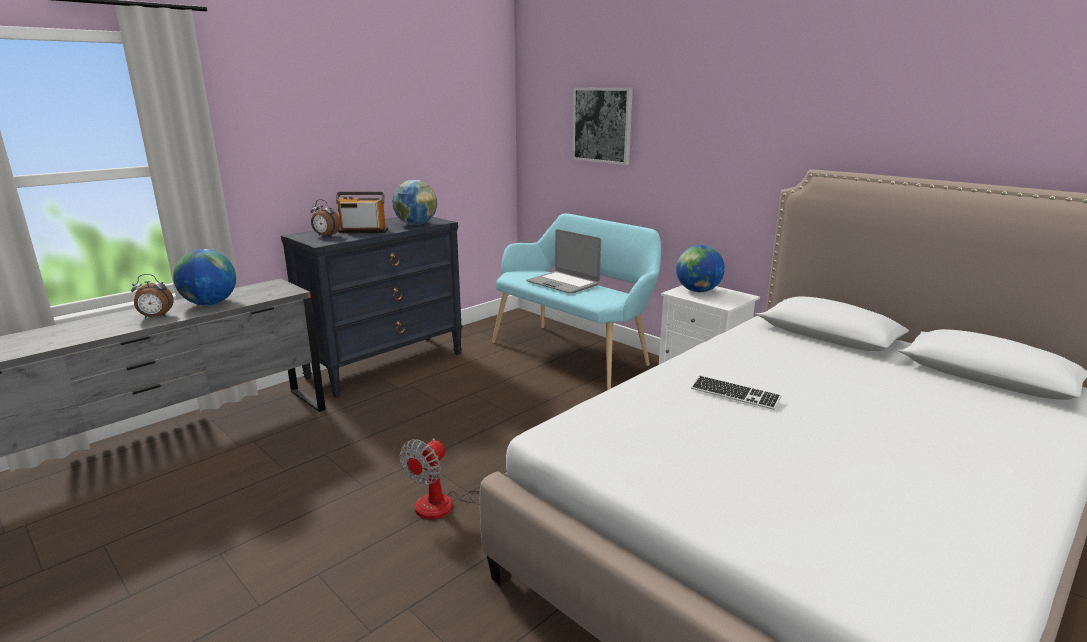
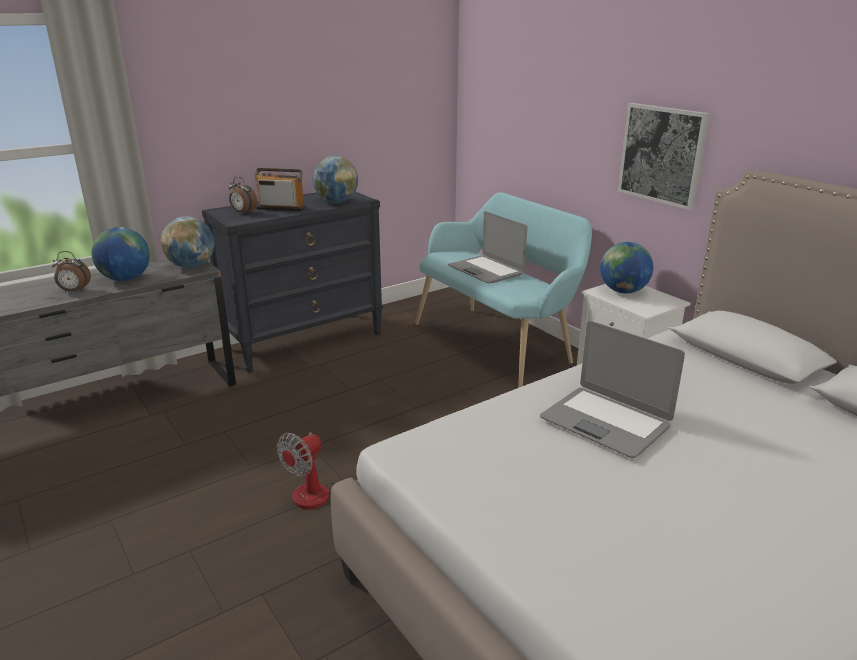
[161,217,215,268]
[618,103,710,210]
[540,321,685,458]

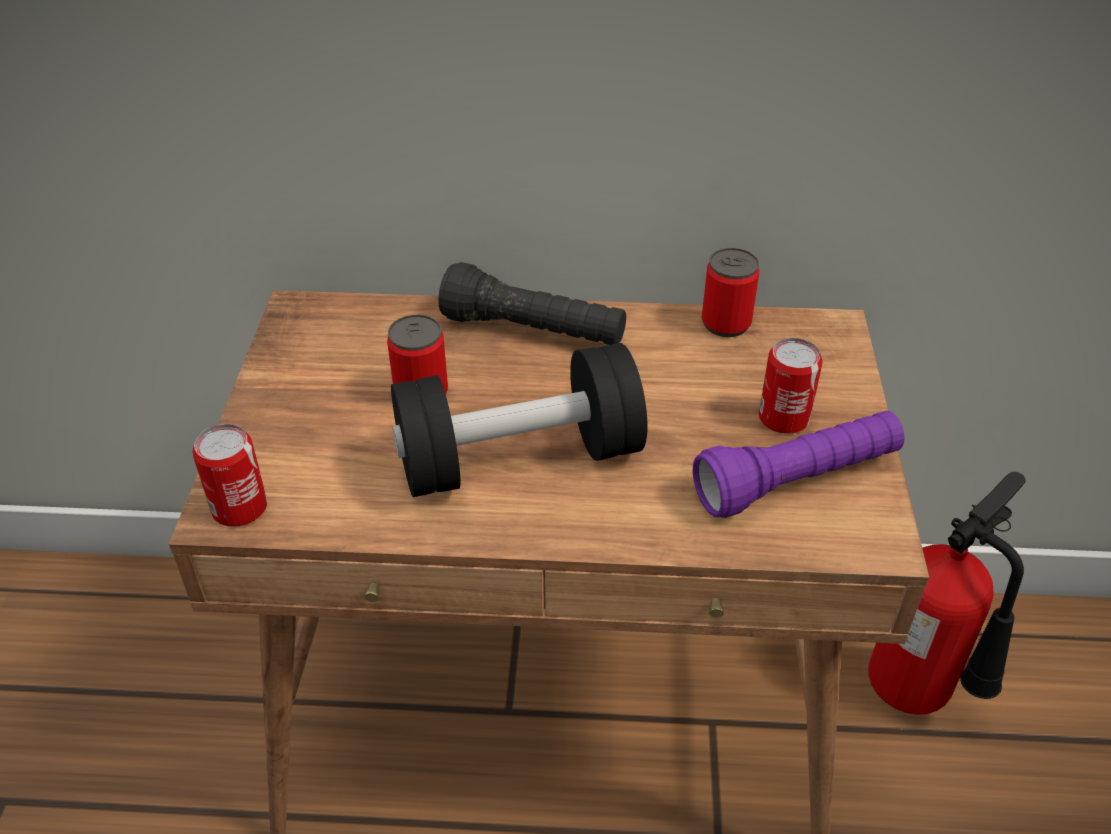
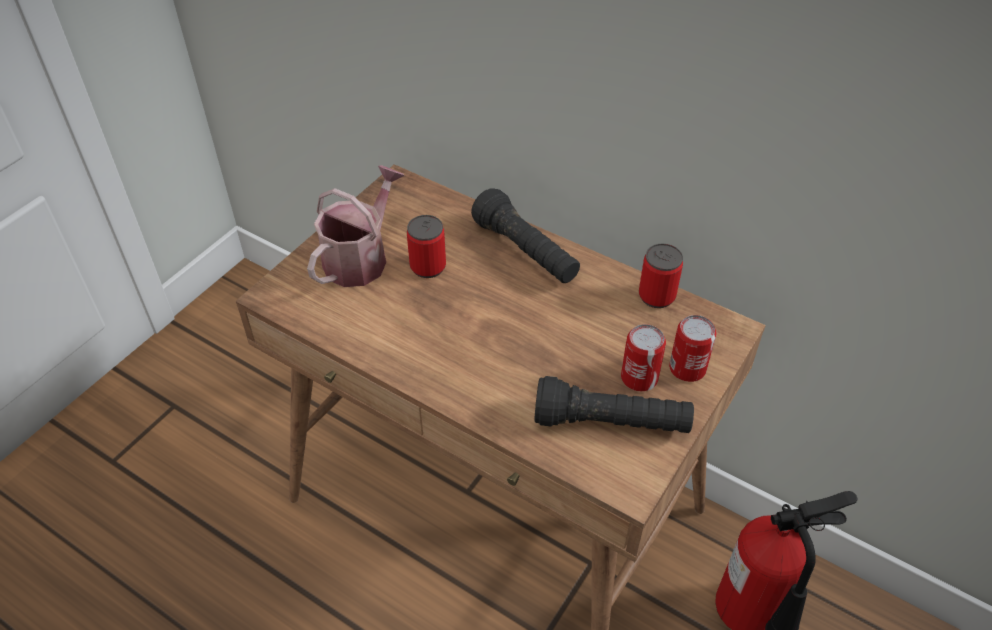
[391,343,647,497] (first image)
[307,165,405,287]
[669,315,716,382]
[535,376,694,433]

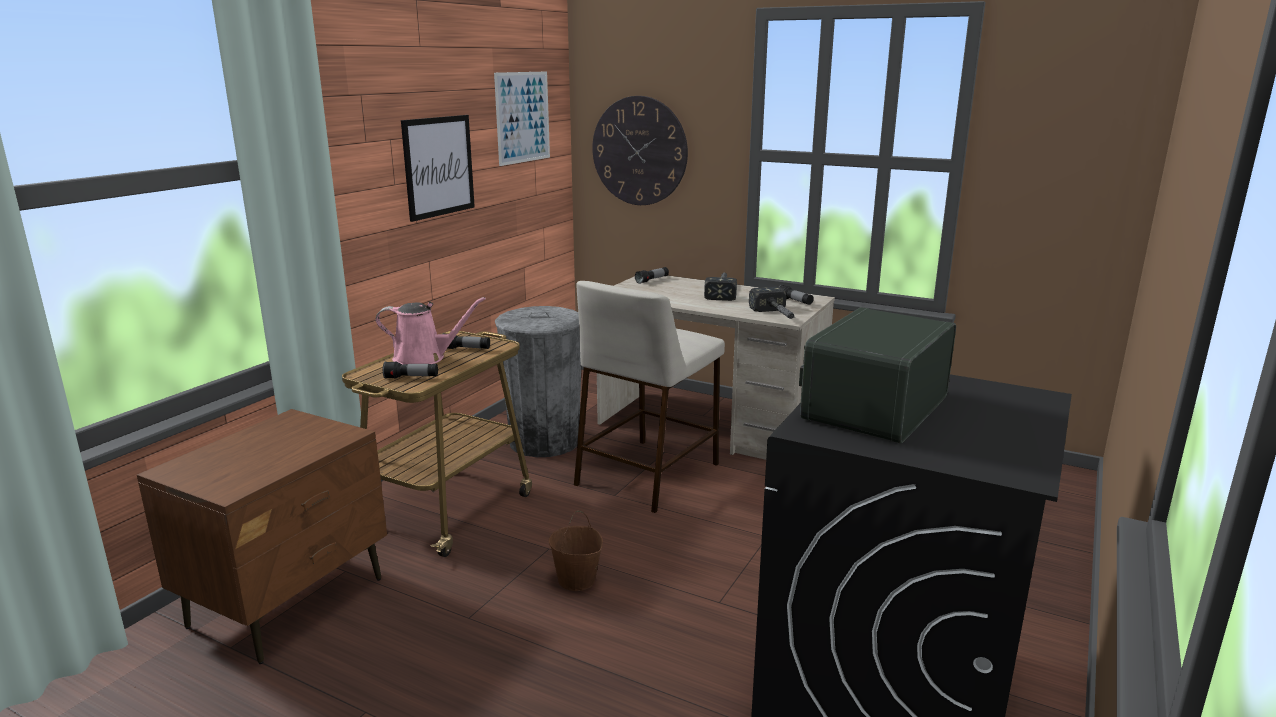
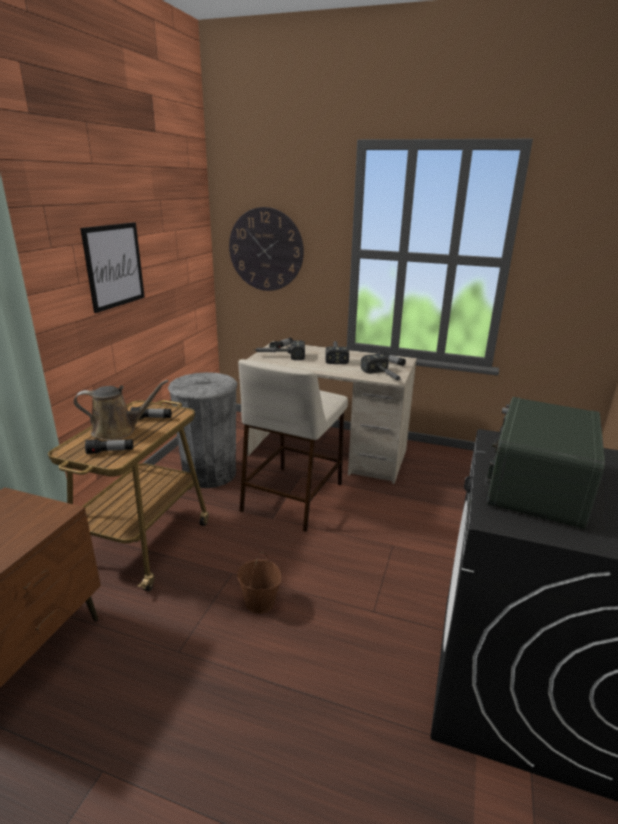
[494,72,550,166] (first image)
[253,341,305,360]
[74,380,169,441]

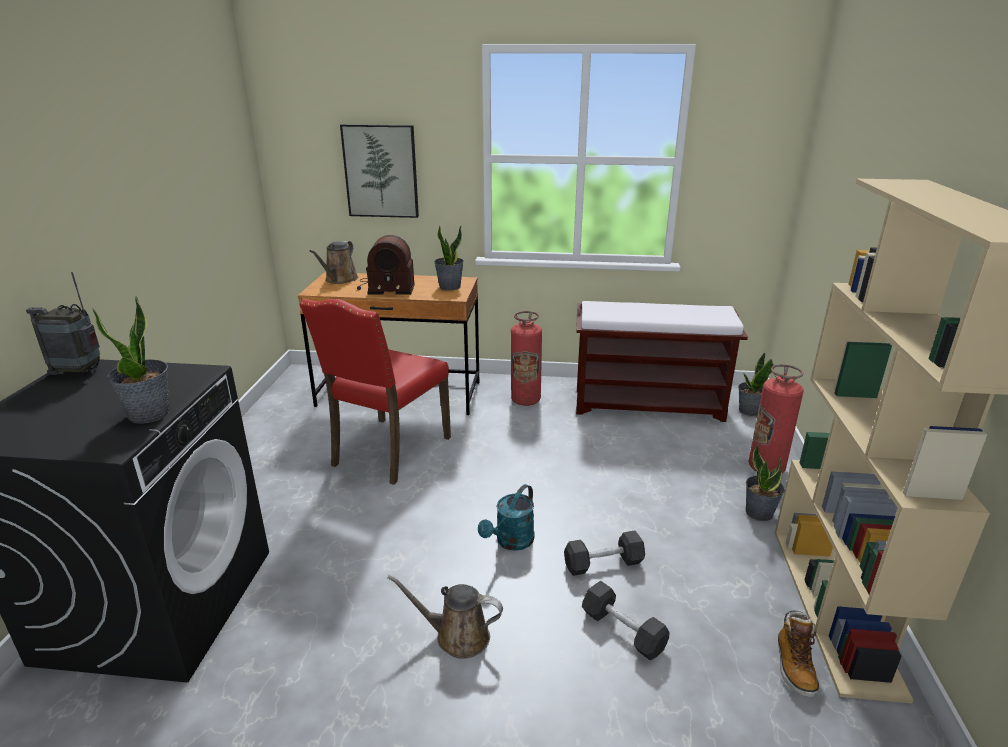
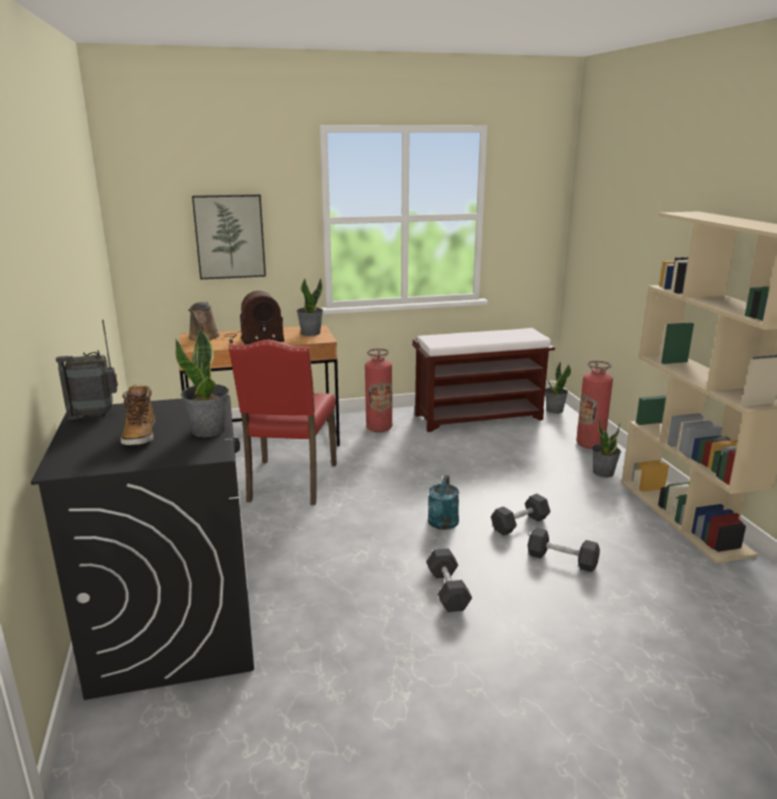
[121,384,155,446]
[426,548,472,612]

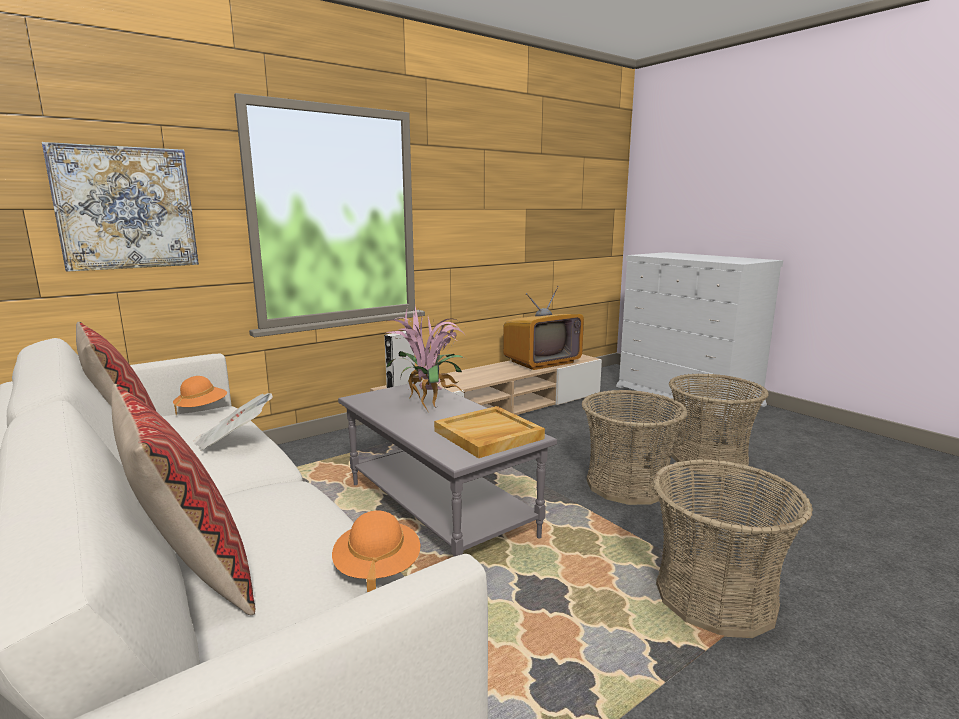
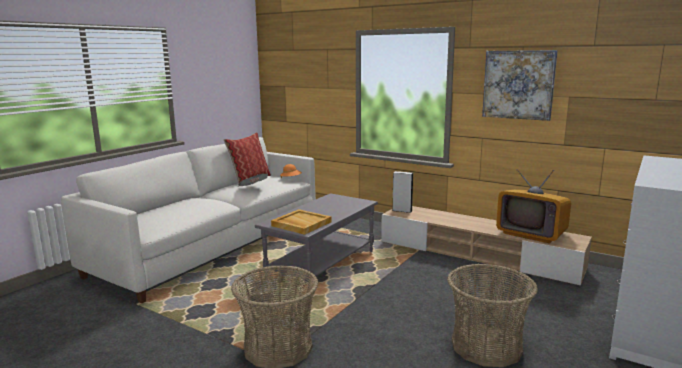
[111,384,255,615] (first image)
[332,510,420,592] (first image)
[385,306,466,413] (first image)
[582,390,688,505] (first image)
[482,50,558,121]

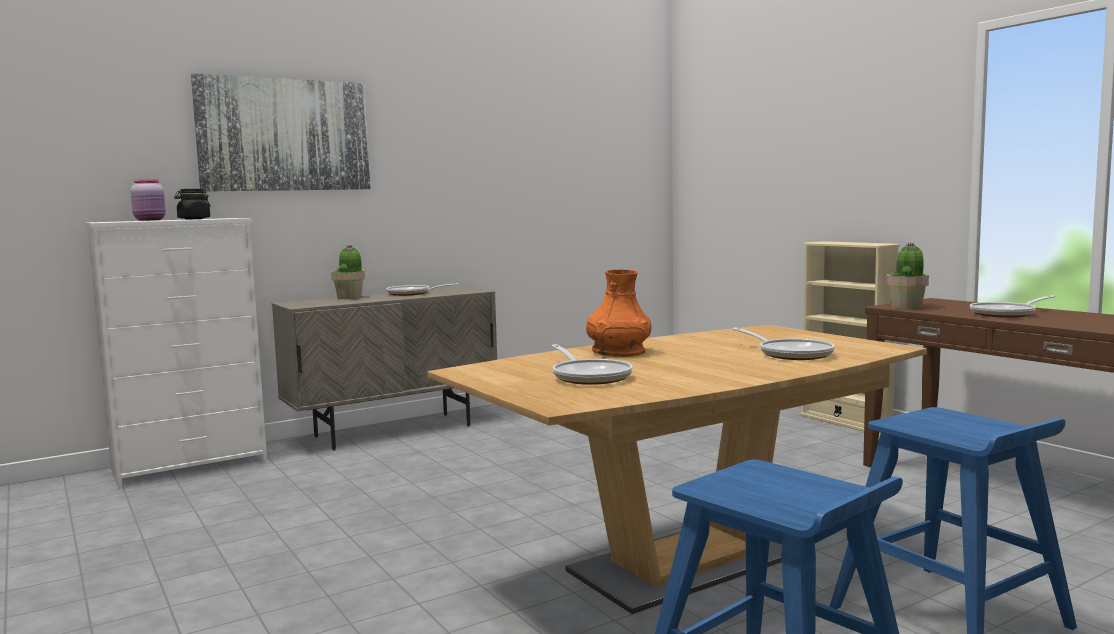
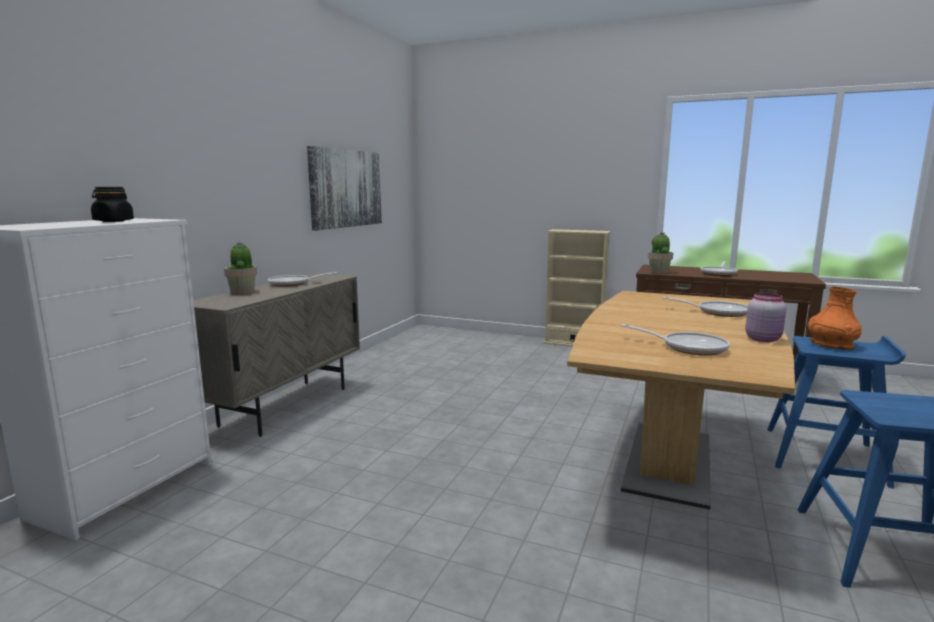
[745,293,786,342]
[307,146,382,231]
[807,286,862,350]

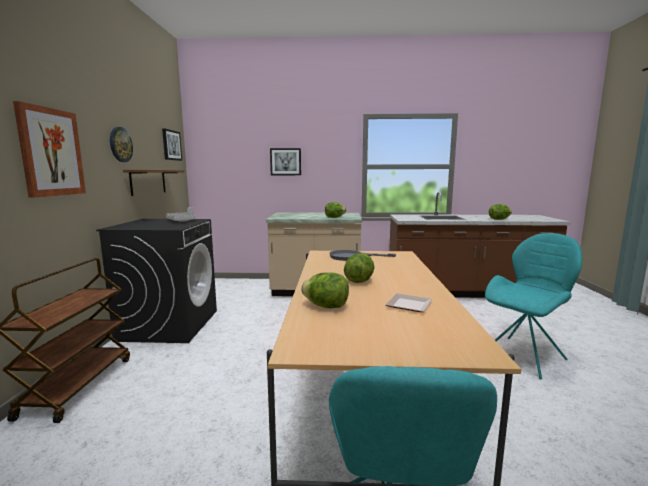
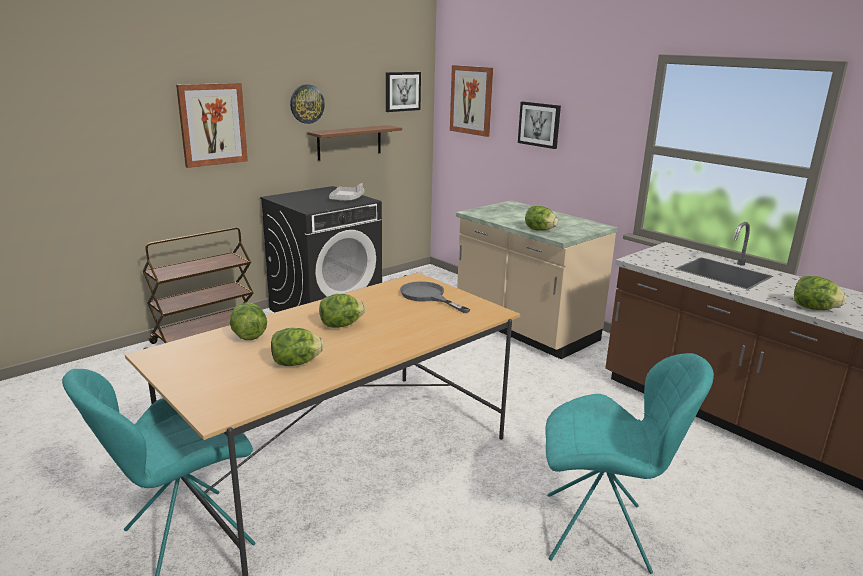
[450,65,493,137]
[271,328,324,366]

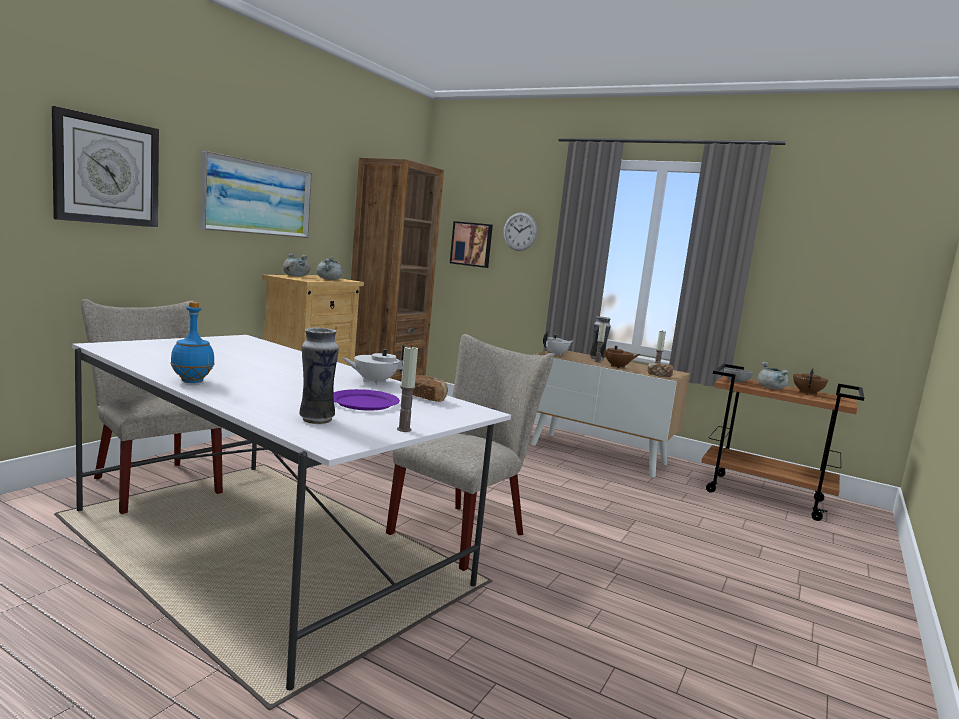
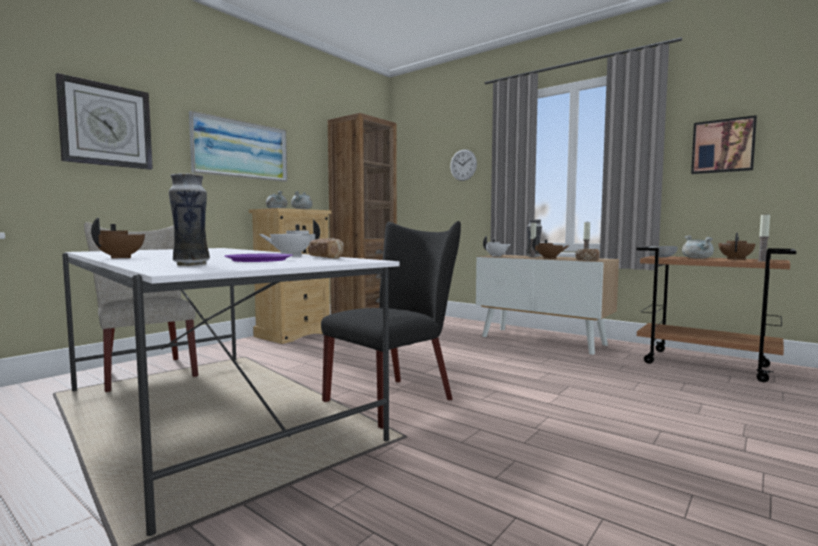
[758,213,770,262]
[691,115,757,174]
[91,218,145,258]
[321,221,461,429]

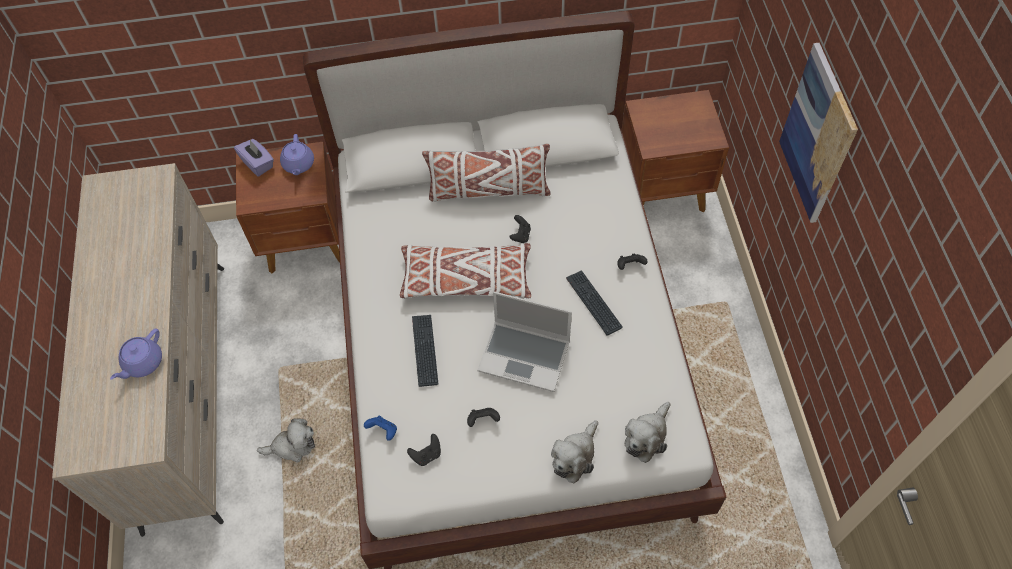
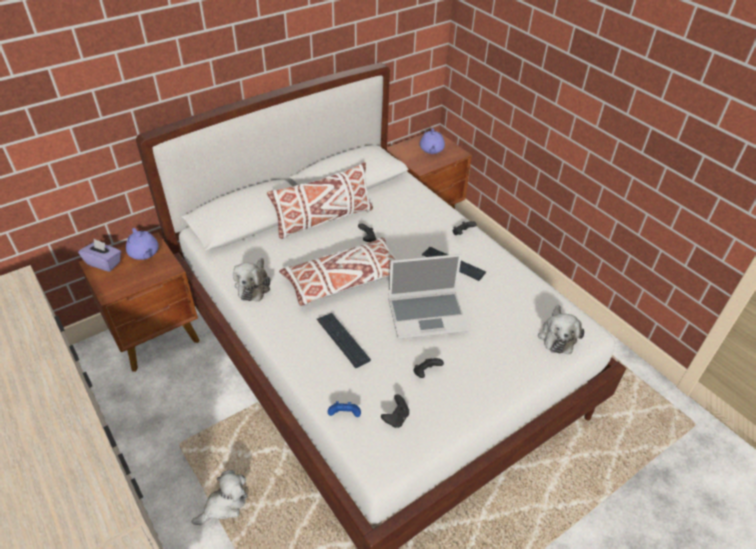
[779,43,858,223] (first image)
[420,128,445,154]
[233,258,271,301]

